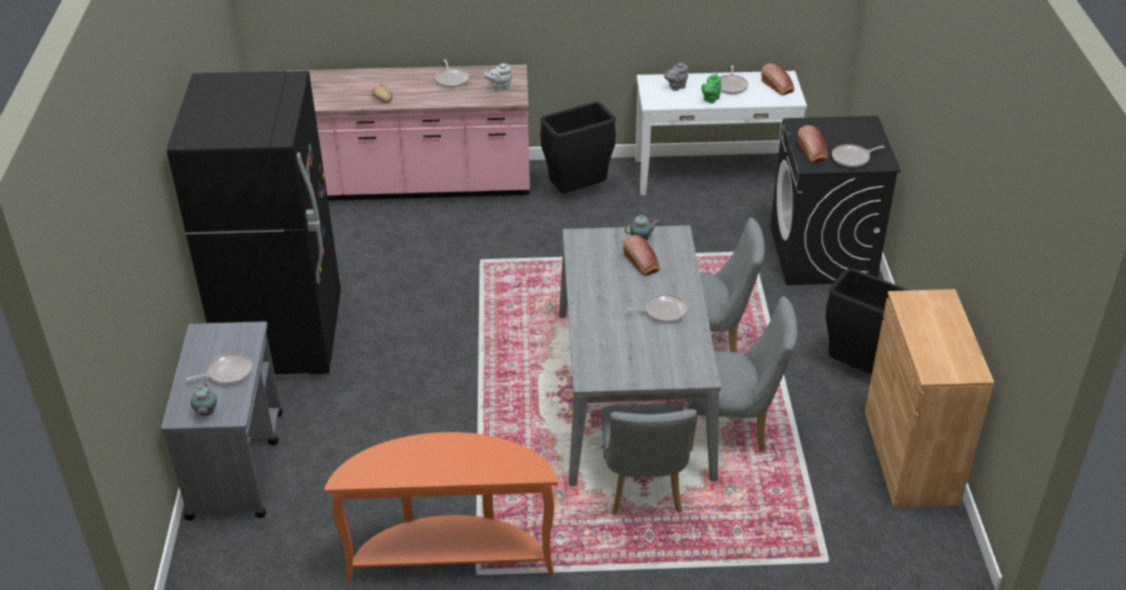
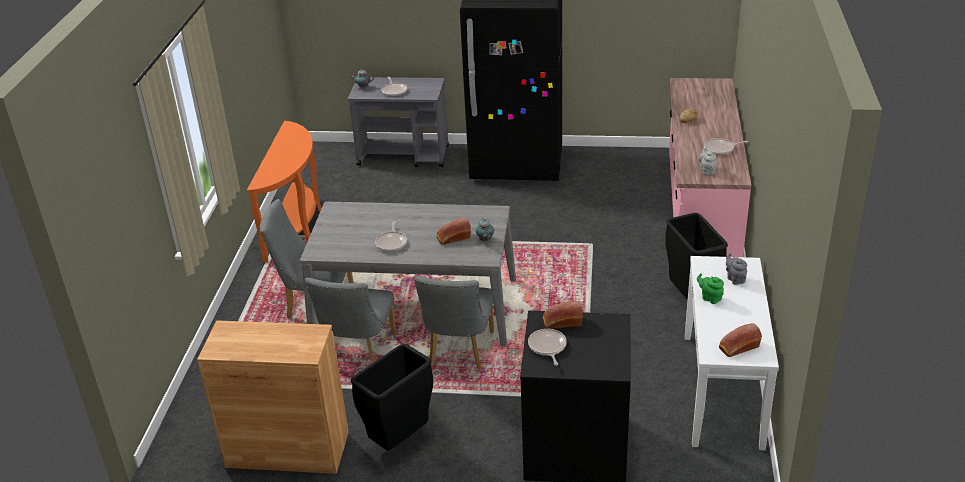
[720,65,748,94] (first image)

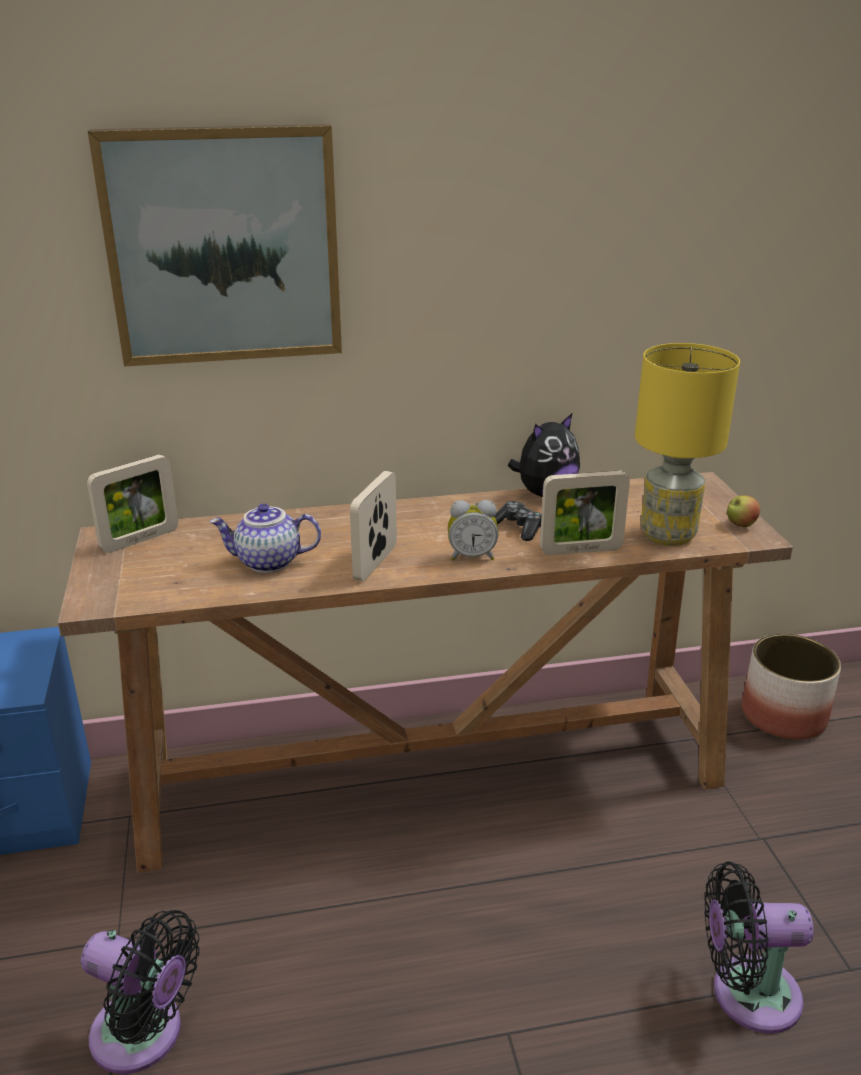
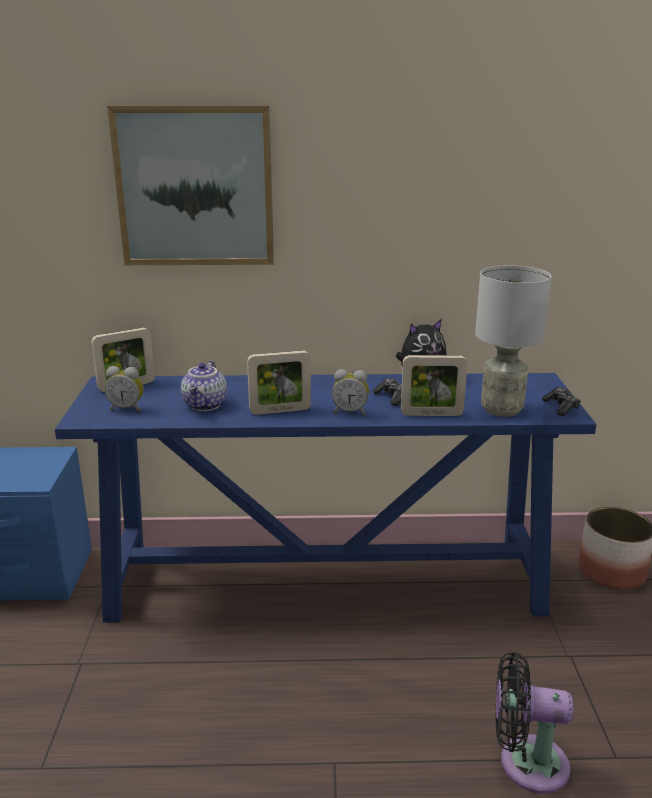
[81,910,200,1074] (first image)
[105,366,144,412]
[542,387,581,416]
[55,373,597,623]
[475,266,552,417]
[181,361,227,411]
[247,350,311,415]

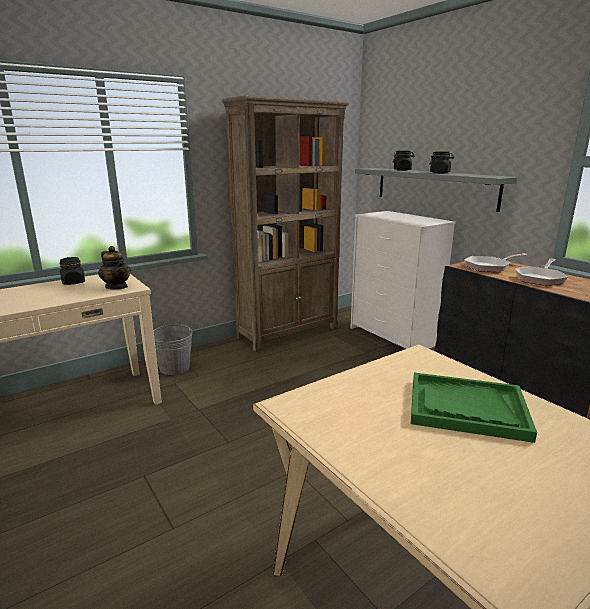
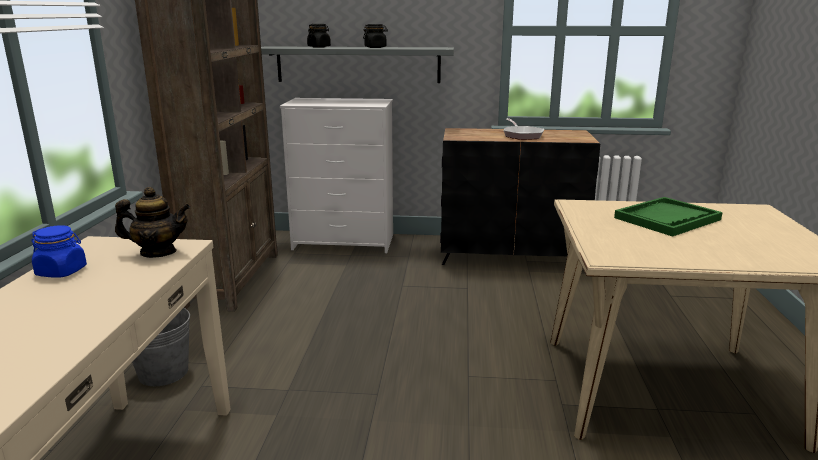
[464,253,528,272] (first image)
[32,225,87,278]

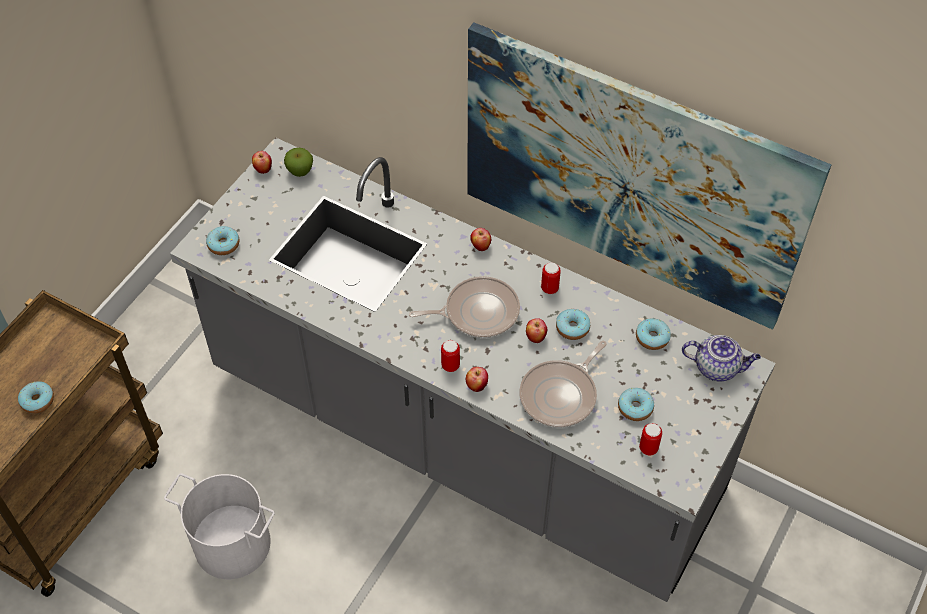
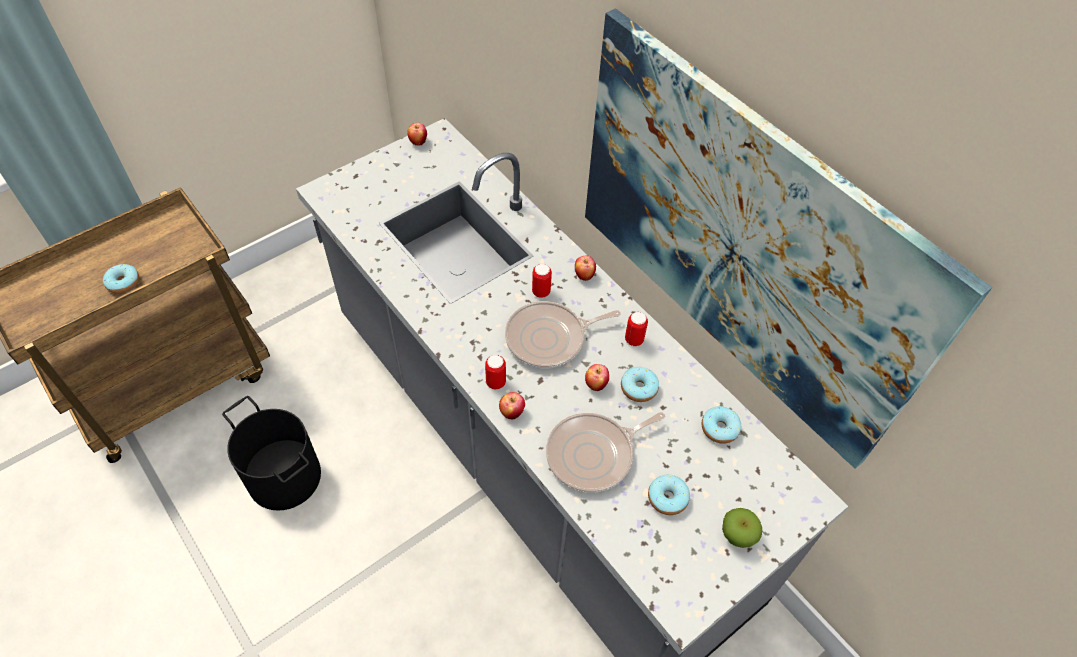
[206,226,239,255] (first image)
[682,335,761,382] (first image)
[722,508,762,548]
[532,264,552,298]
[222,396,321,510]
[505,301,621,368]

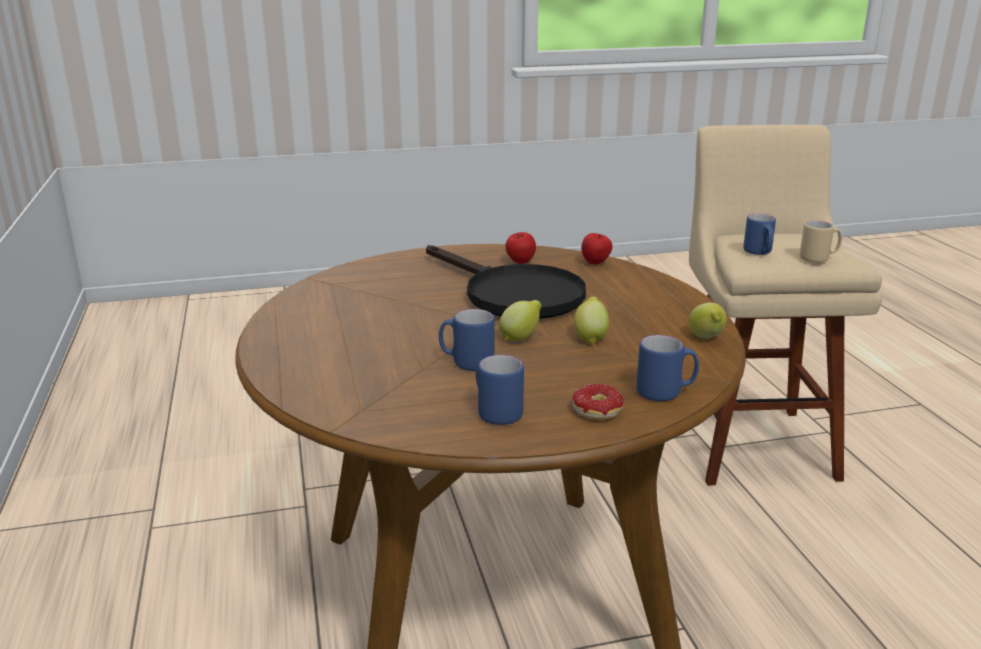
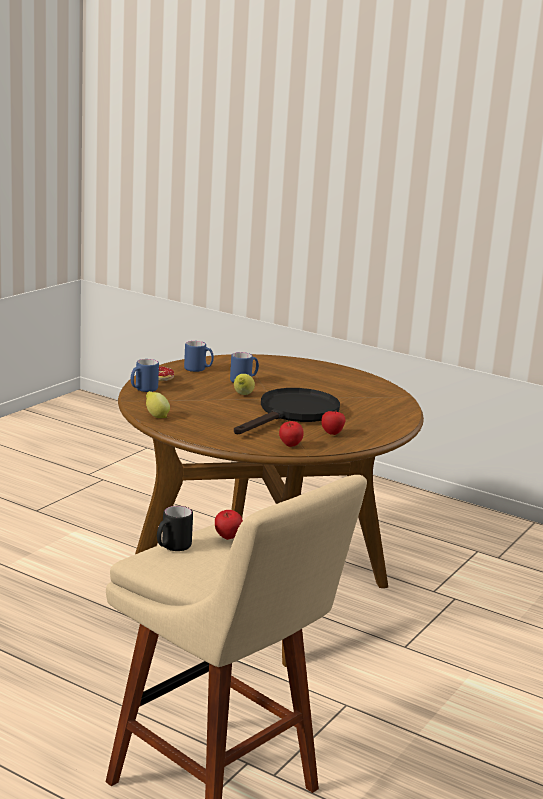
[574,296,609,344] (first image)
[215,510,243,540]
[157,506,193,551]
[234,388,340,434]

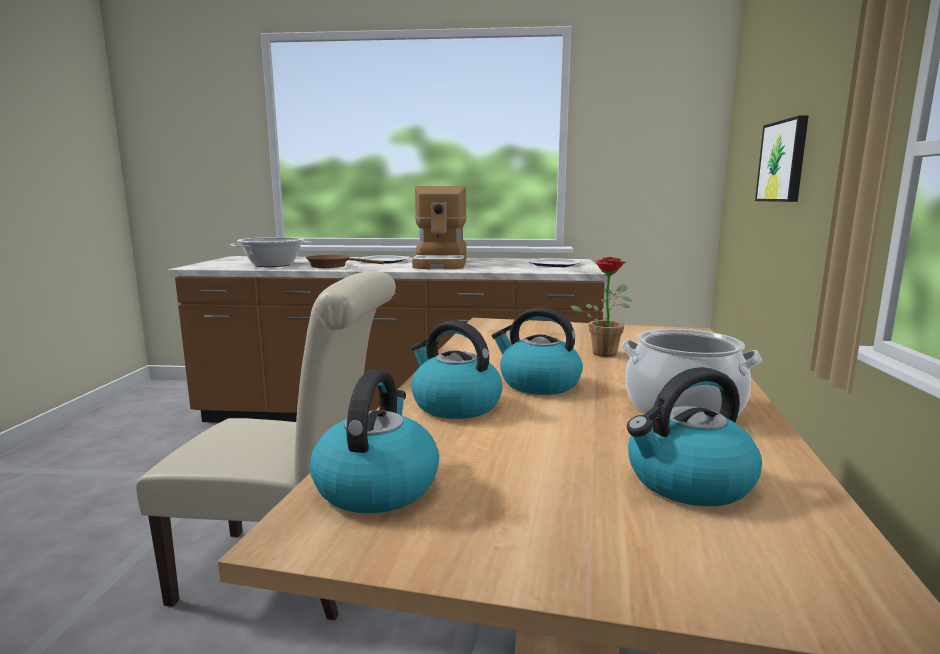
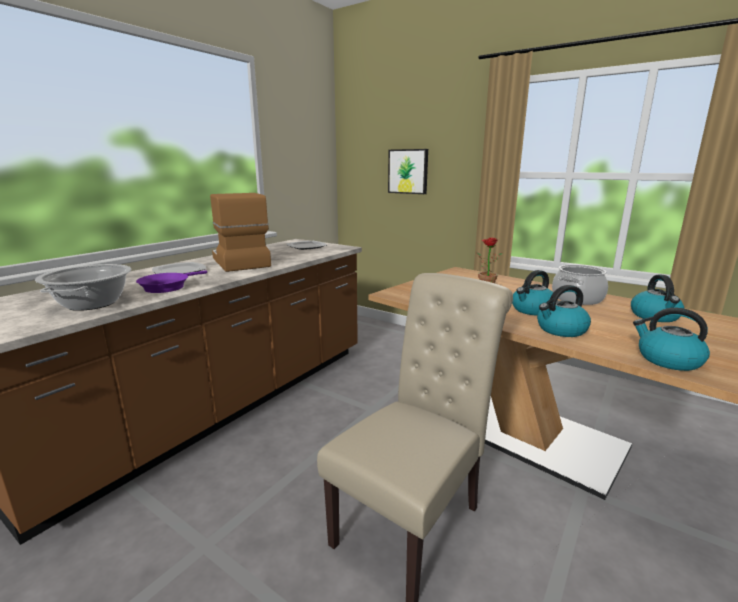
[136,270,207,293]
[210,193,271,272]

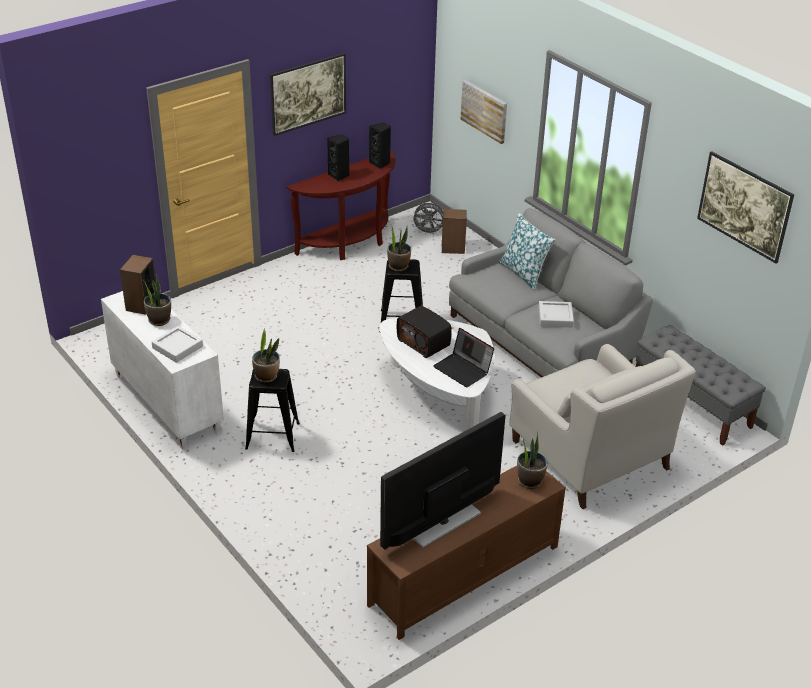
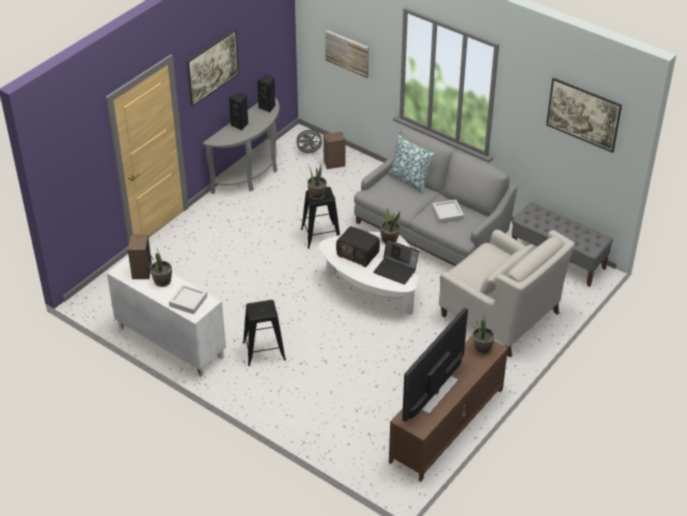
[381,207,400,244]
[203,97,279,194]

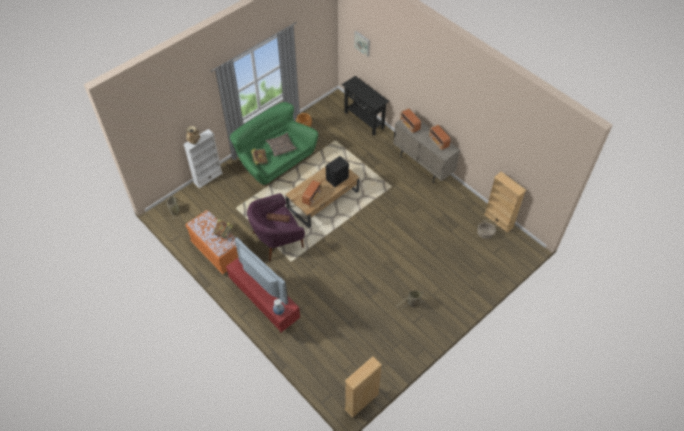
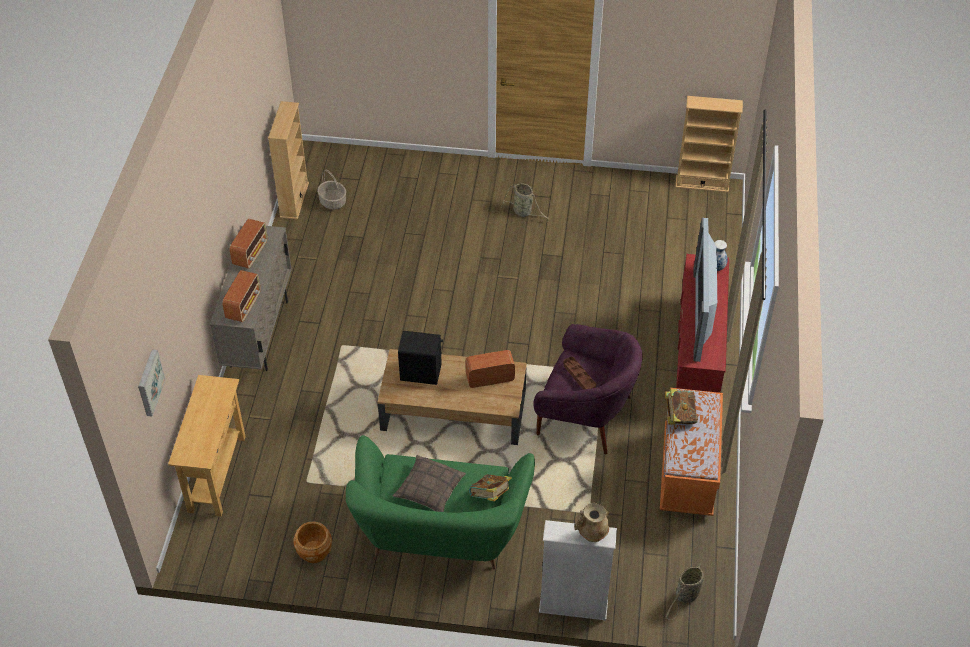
[168,375,246,517]

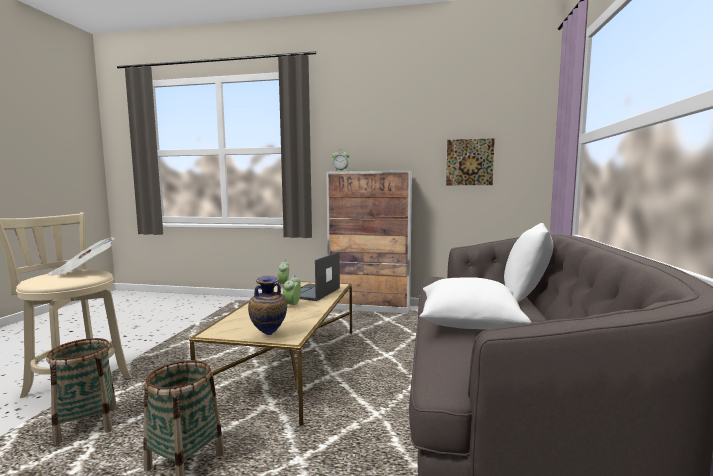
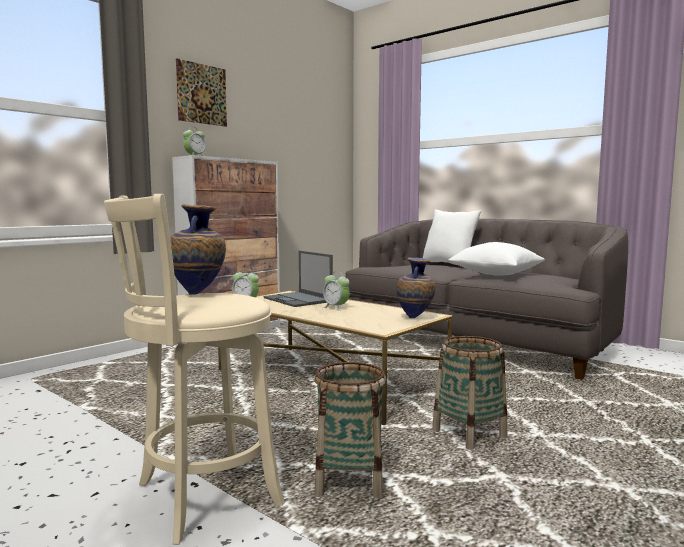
[176,58,227,127]
[170,204,226,295]

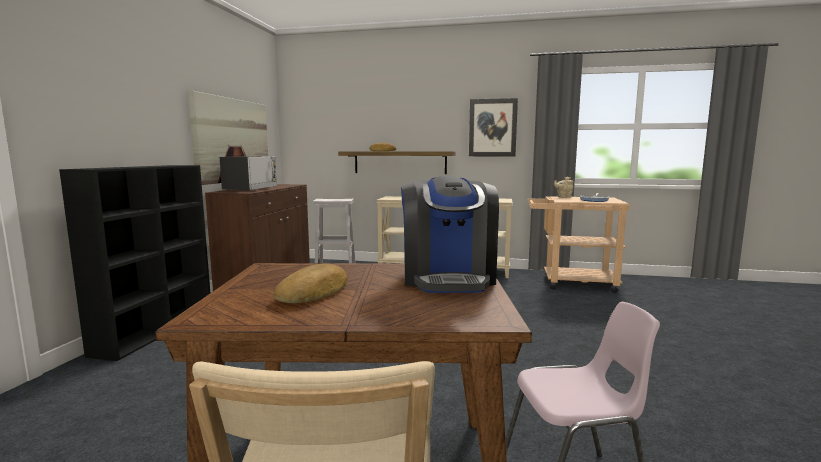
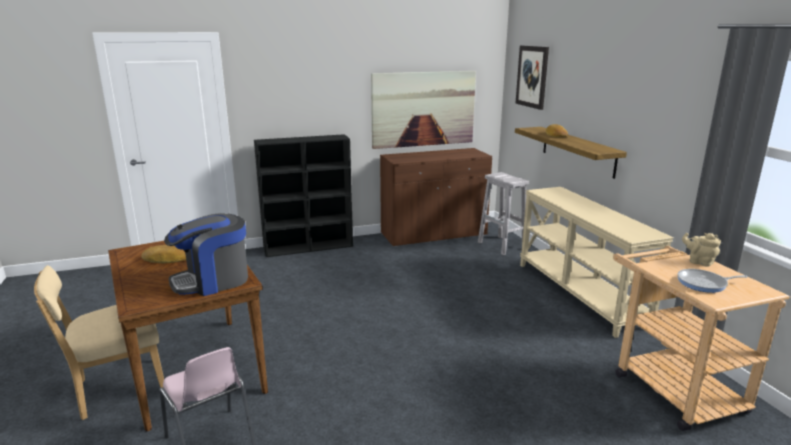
[220,157,277,191] (first image)
[515,46,549,110]

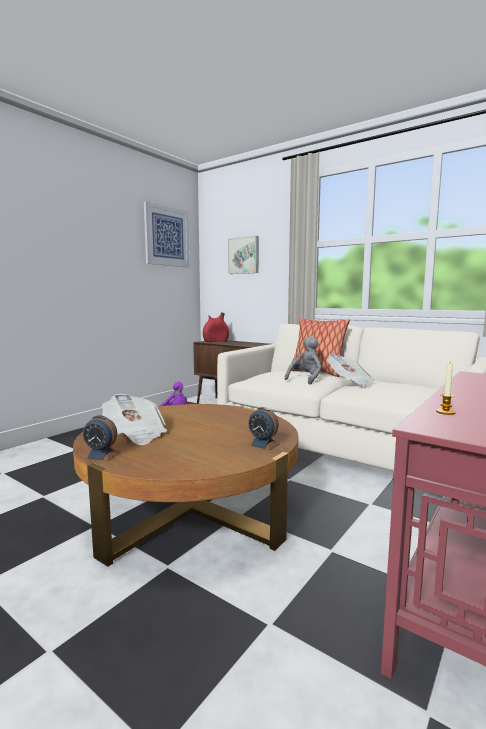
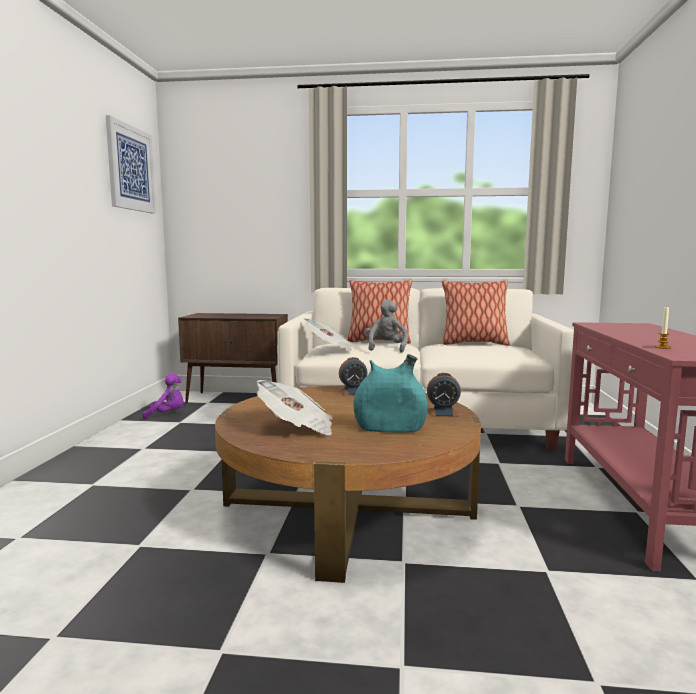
[203,312,229,342] (first image)
[228,236,259,274] (first image)
[354,354,428,433]
[442,280,510,346]
[339,357,367,396]
[304,318,352,351]

